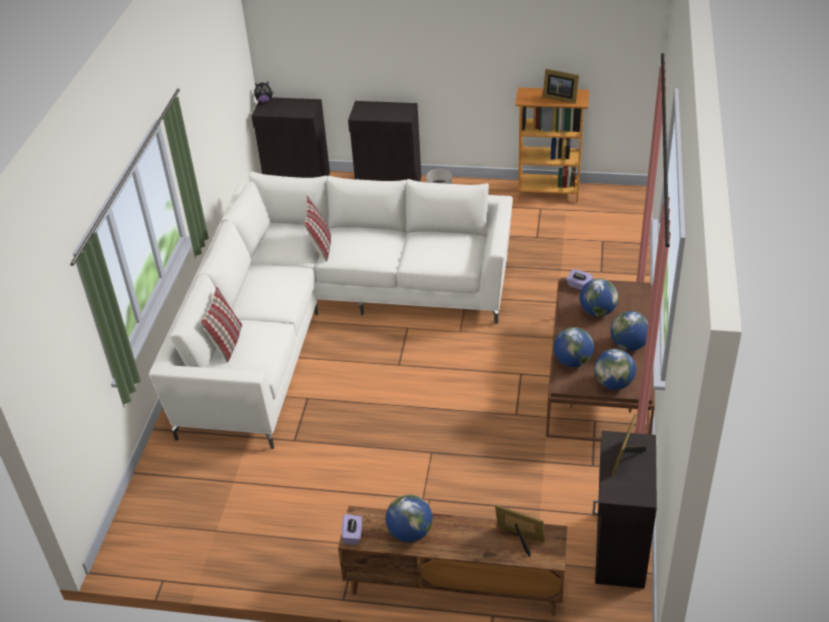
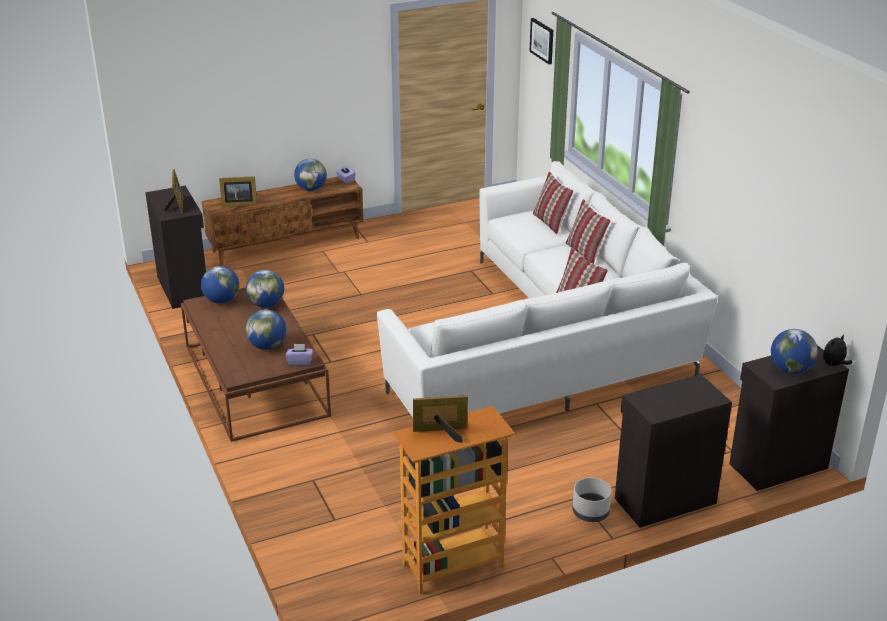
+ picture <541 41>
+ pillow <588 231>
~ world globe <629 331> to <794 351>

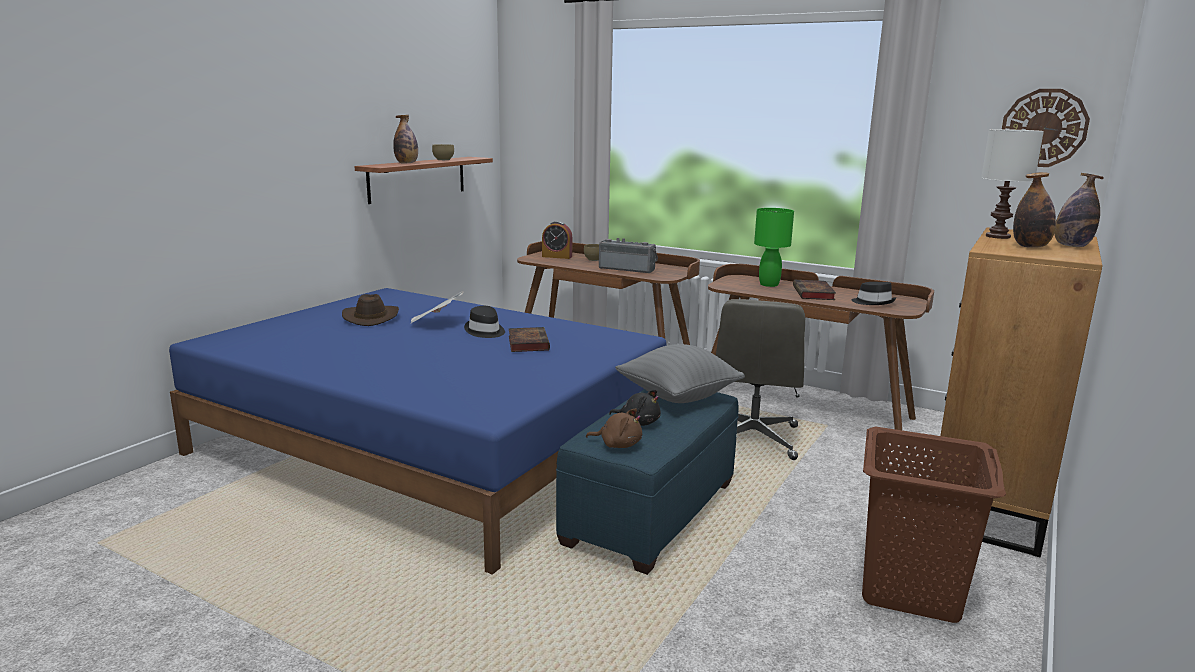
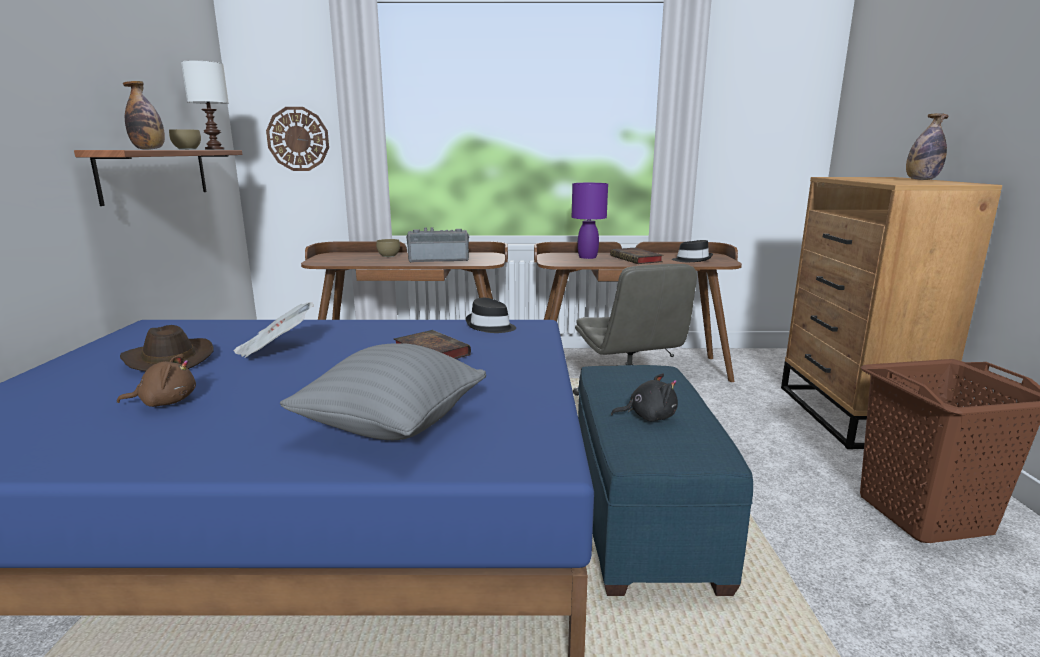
~ brown soft toy <614 428> to <156 380>
~ white-coloured tabletop lamp <1012 184> to <205 105>
~ wall clock <1046 128> to <297 139>
~ grey pillow <680 373> to <383 391>
~ blackish clothing hat <484 322> to <491 315>
~ green-coloured tabletop lamp <774 247> to purplish tabletop lamp <590 221>
- bedside clock <557 240>
- bottle <1034 210>

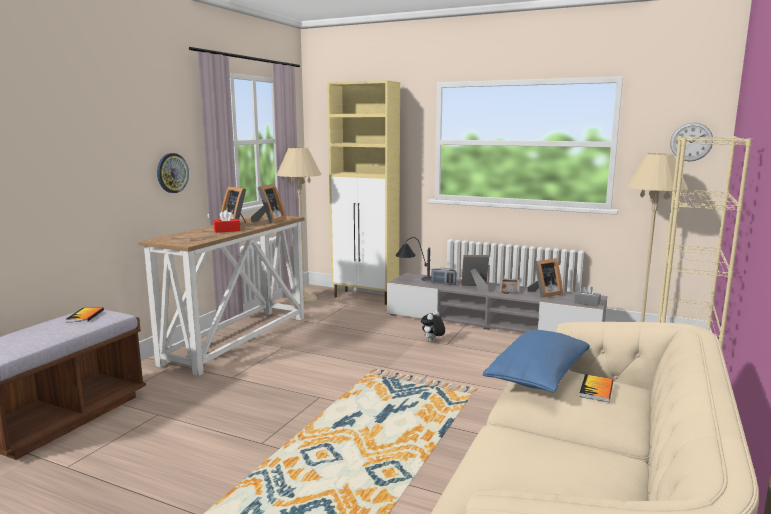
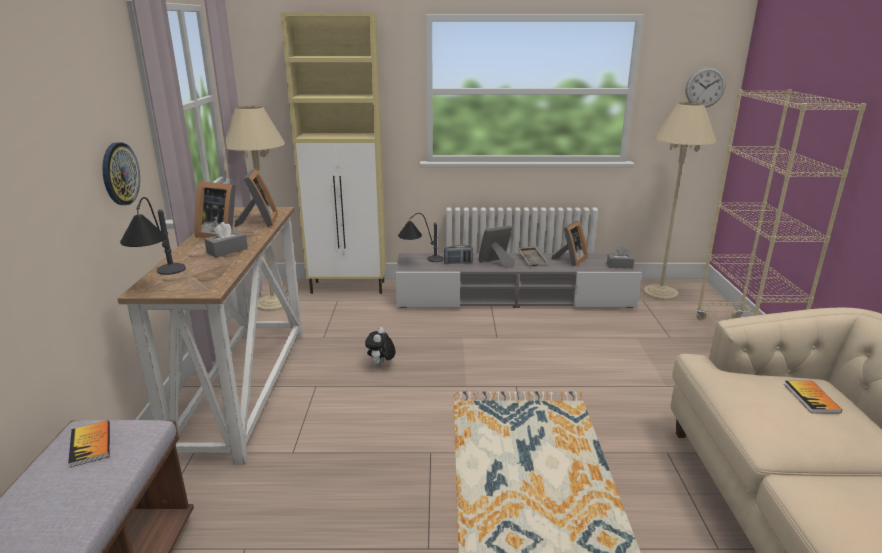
+ tabletop lamp <153 236>
~ red box of tissues <227 221> to grey box of tissues <226 240>
~ soft toy <433 326> to <380 347>
- blue-coloured pillow <536 361>

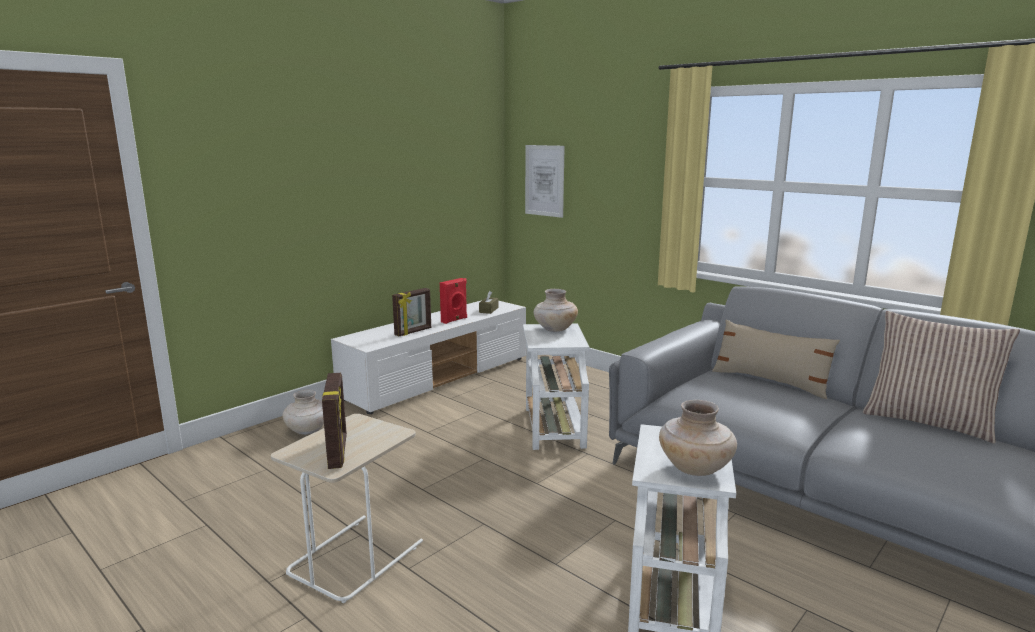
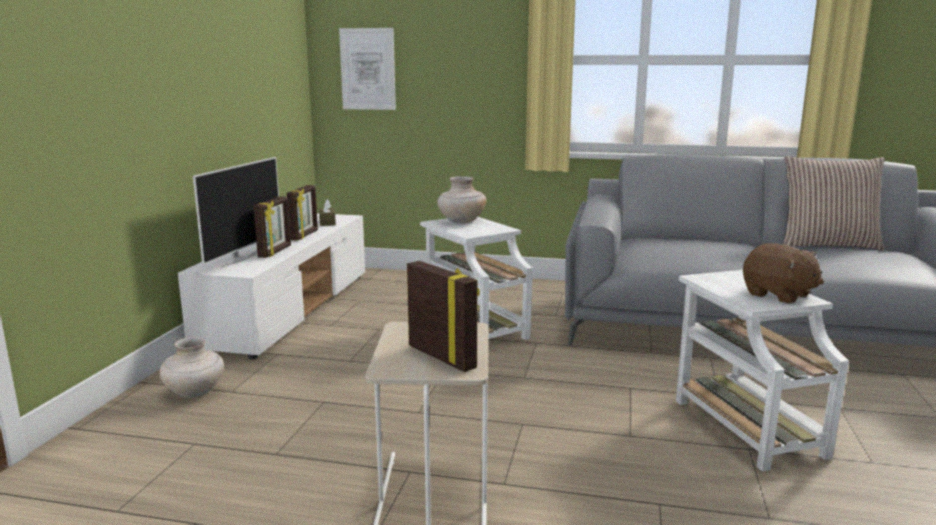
+ TV set <236 212>
~ red audio speaker <453 301> to photo frame <302 213>
~ beige decorative vase <698 438> to brown soft toy <783 273>
- beige pillow <776 359>

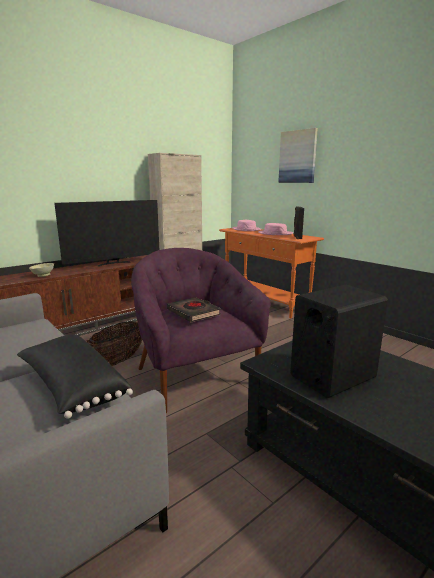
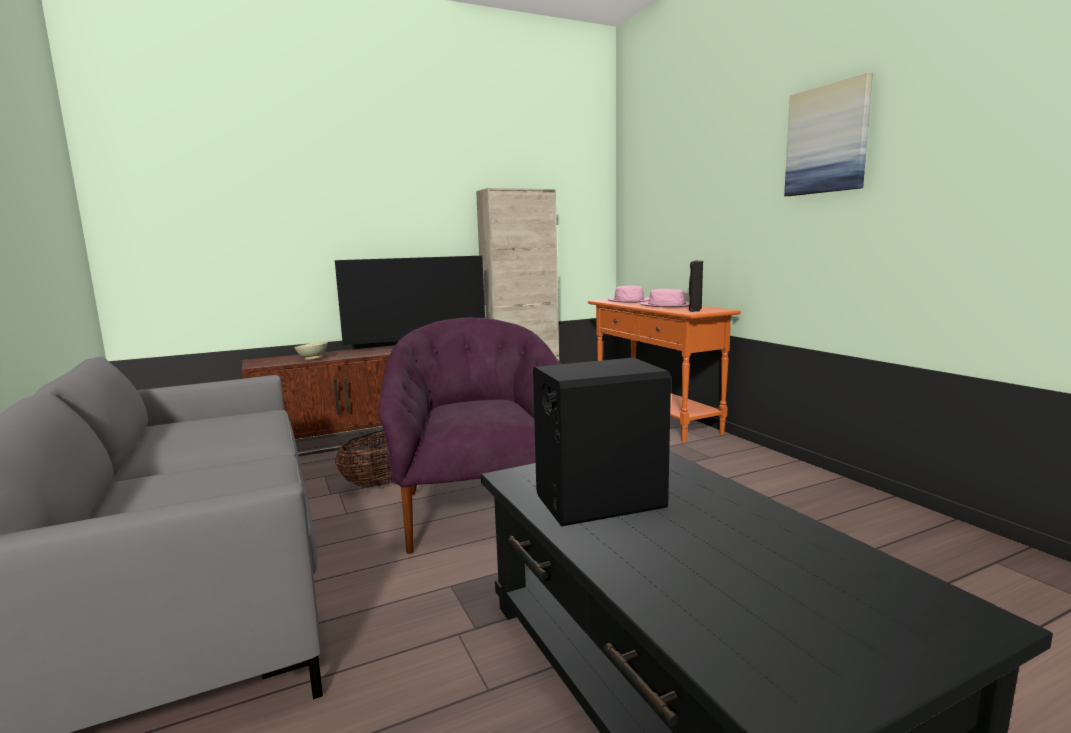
~ picture <298 155> to <828 134>
- blackish pillow <75 376>
- blackish book <194 309>

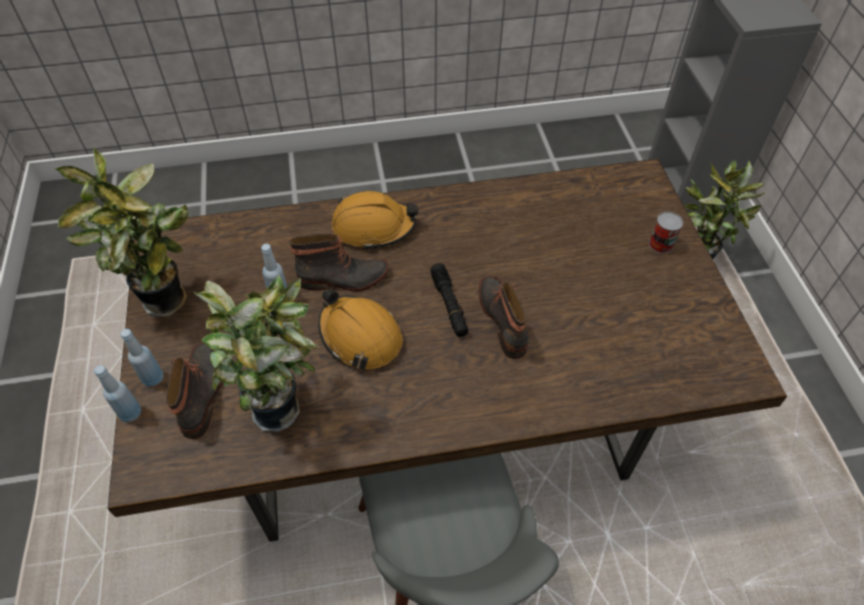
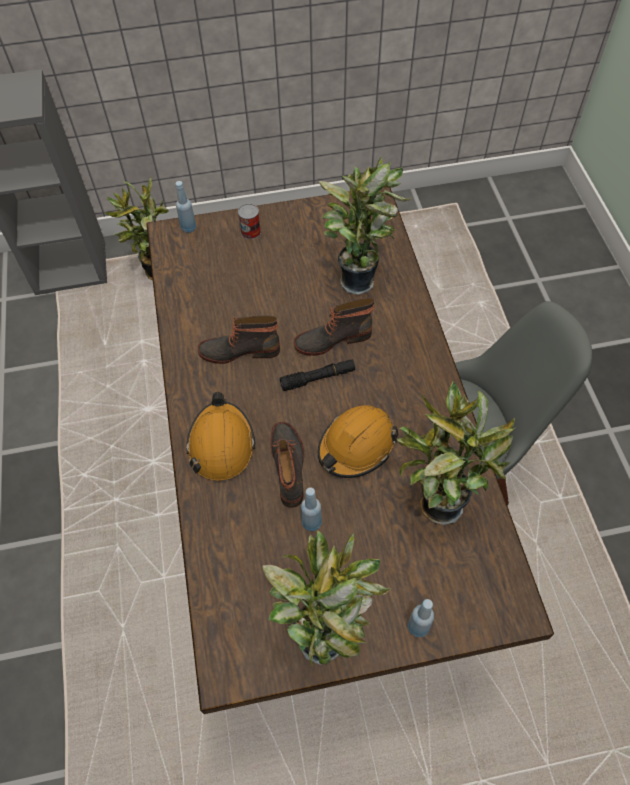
~ blue-coloured bottle <117 393> to <185 207>
~ high-top boot <194 390> to <239 339>
+ potted plant <365 226>

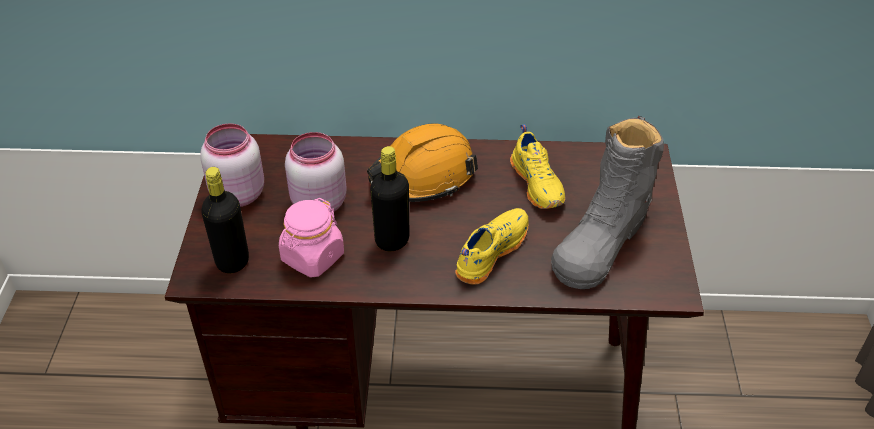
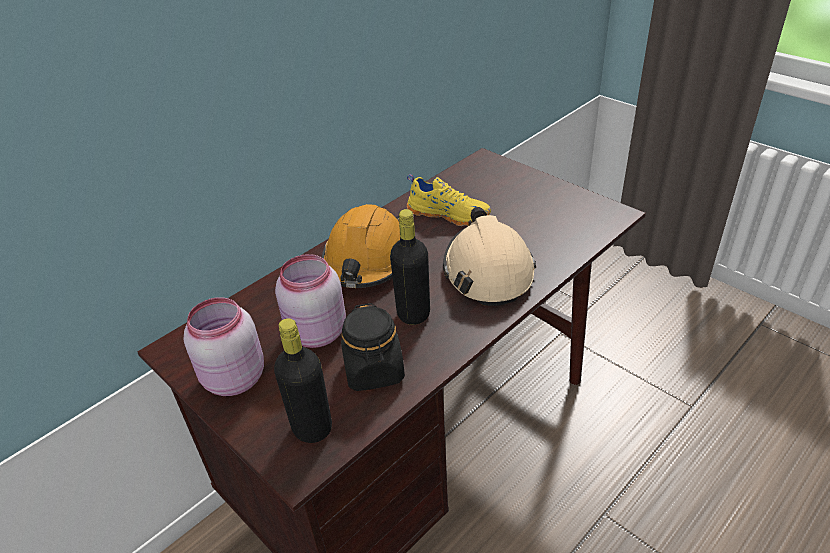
~ pinkish jar <311 237> to blackish jar <373 347>
~ yellow-coloured item of footwear <492 246> to beige work helmet <489 256>
- grey high-top boot <607 202>

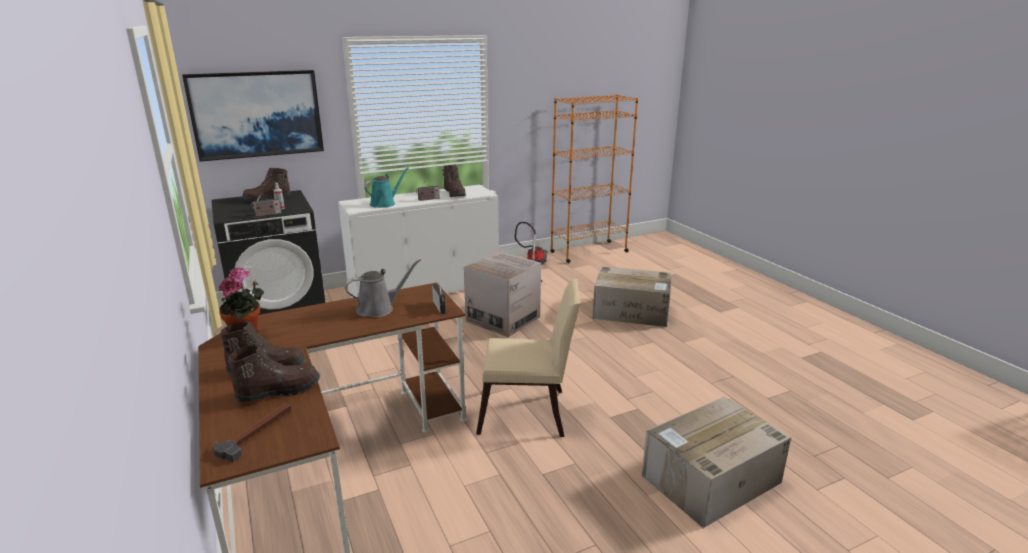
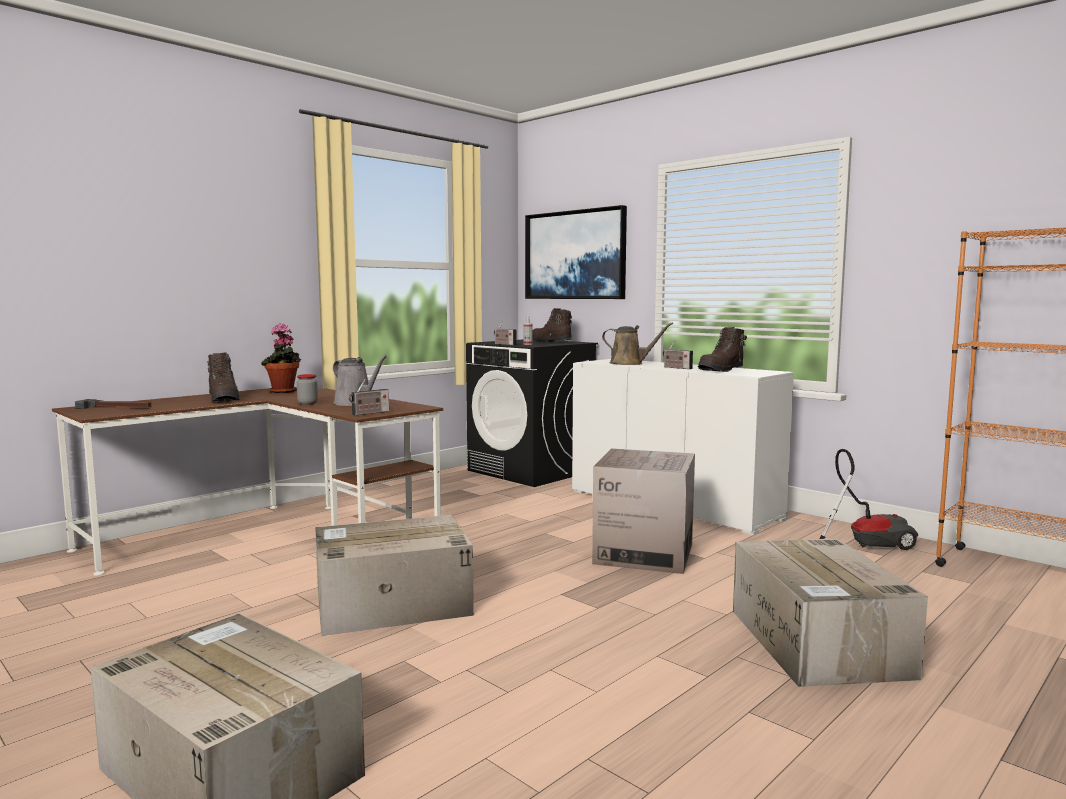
+ jar <307 389>
~ beige plain chair <528 358> to cardboard box <394 575>
~ blue-green watering can <386 187> to brown watering can <637 343>
- brown high-top boot <273 372>

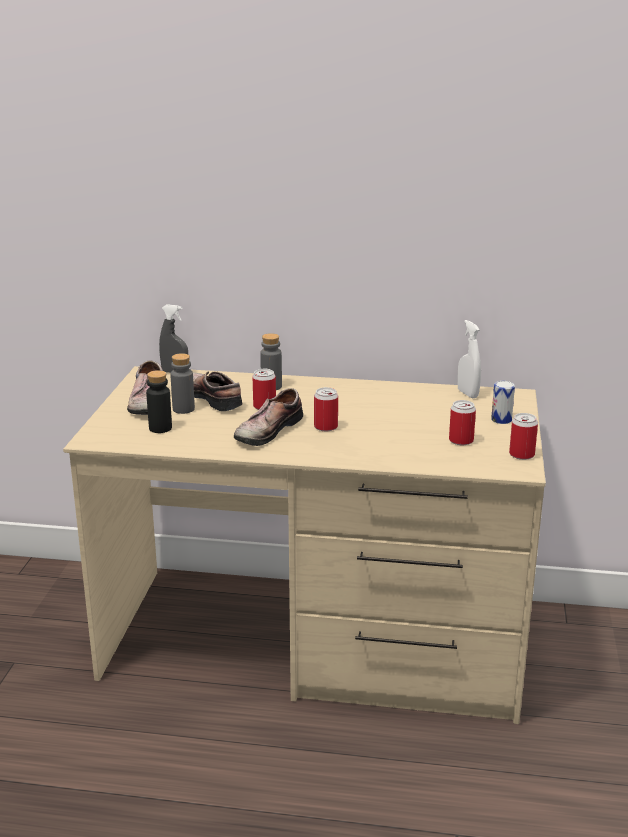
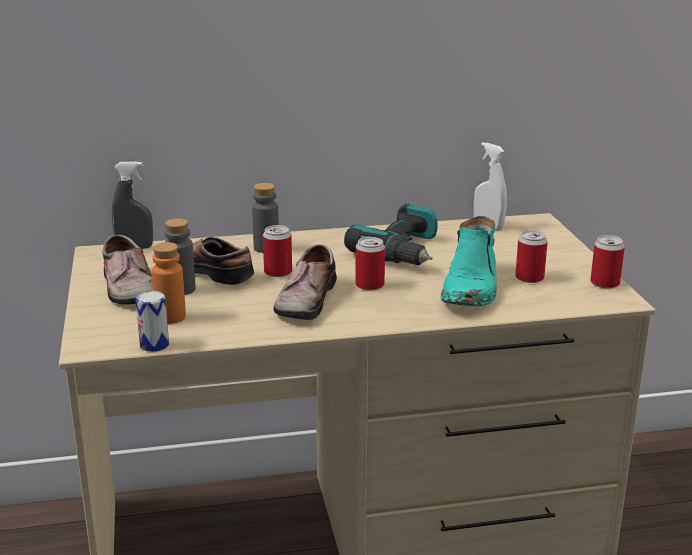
~ can <503 402> to <152 321>
~ blackish bottle <159 401> to orange-coloured bottle <169 283>
+ drill <391 234>
+ blue-green high-top boot <468 261>

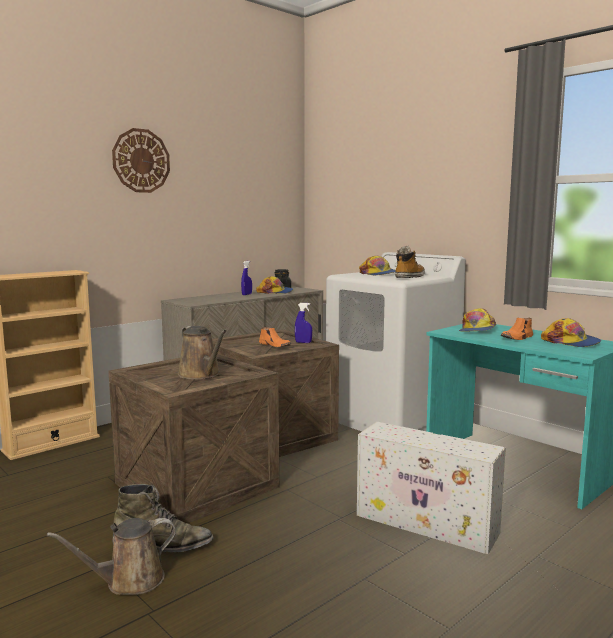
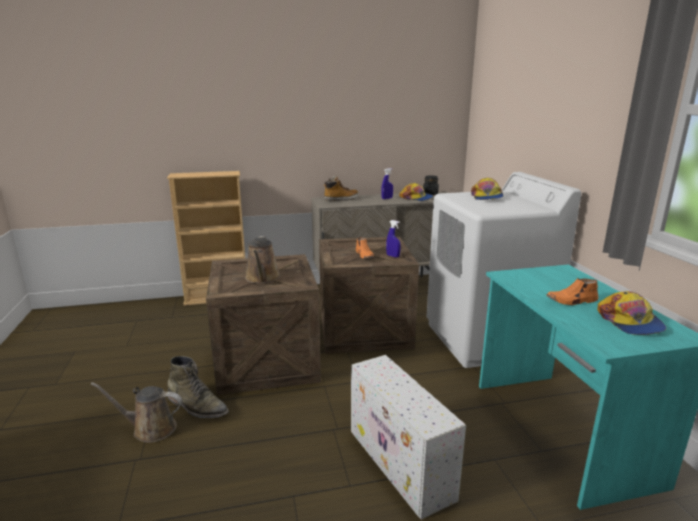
~ high-top boot <410 262> to <341 188>
- wall clock <141 160>
- cap <477 320>

